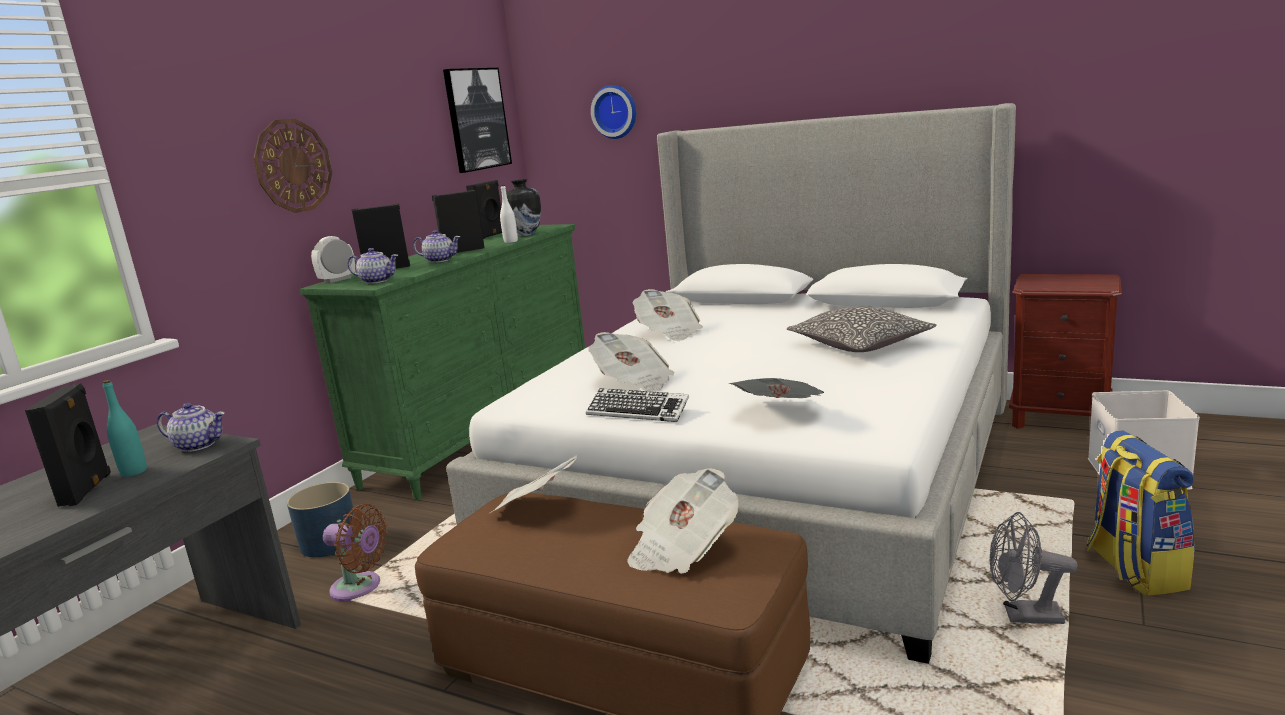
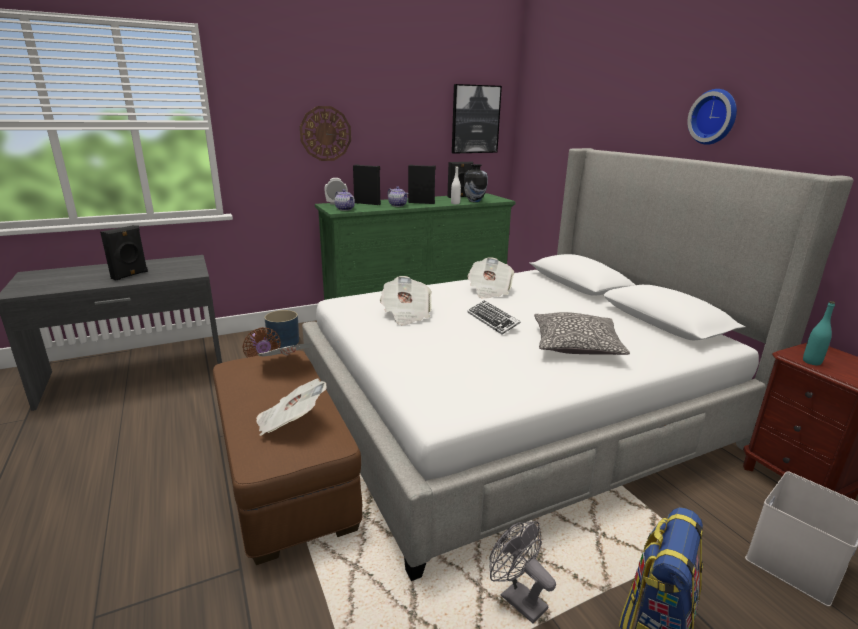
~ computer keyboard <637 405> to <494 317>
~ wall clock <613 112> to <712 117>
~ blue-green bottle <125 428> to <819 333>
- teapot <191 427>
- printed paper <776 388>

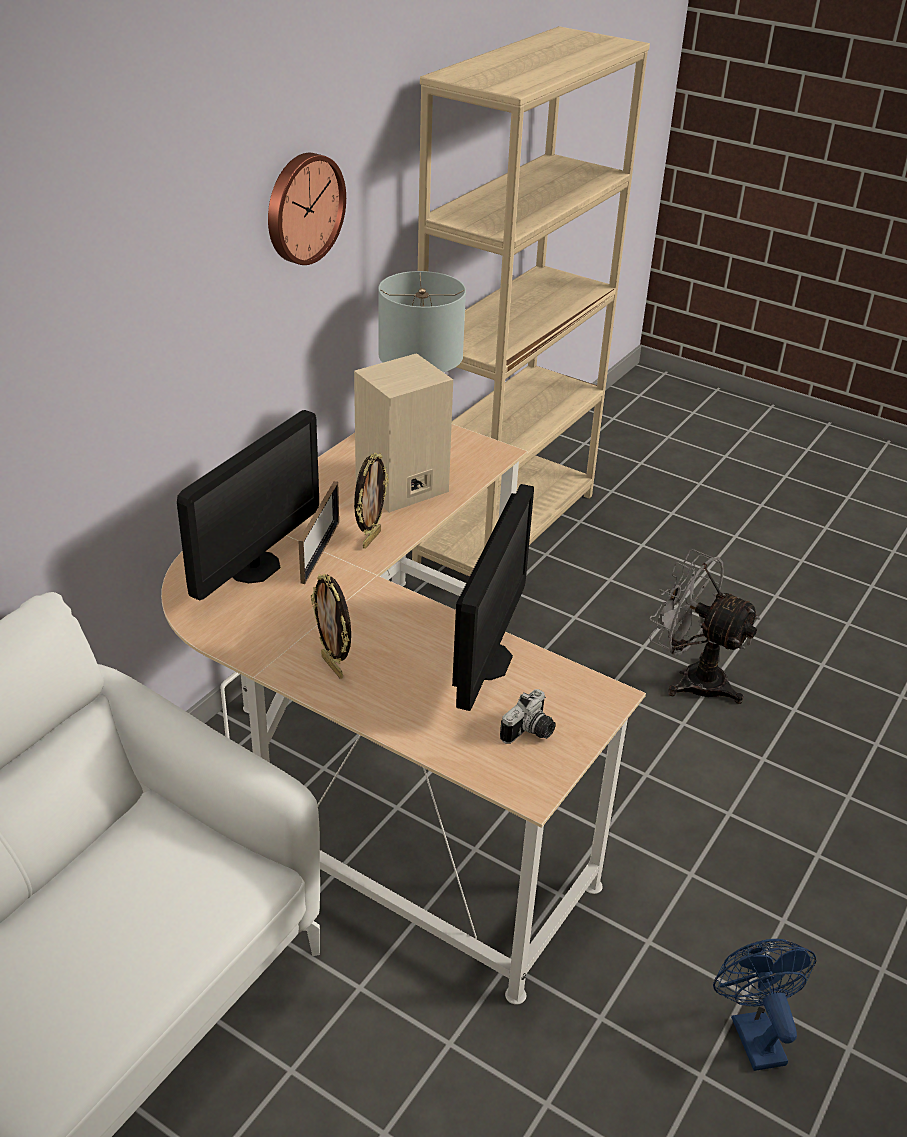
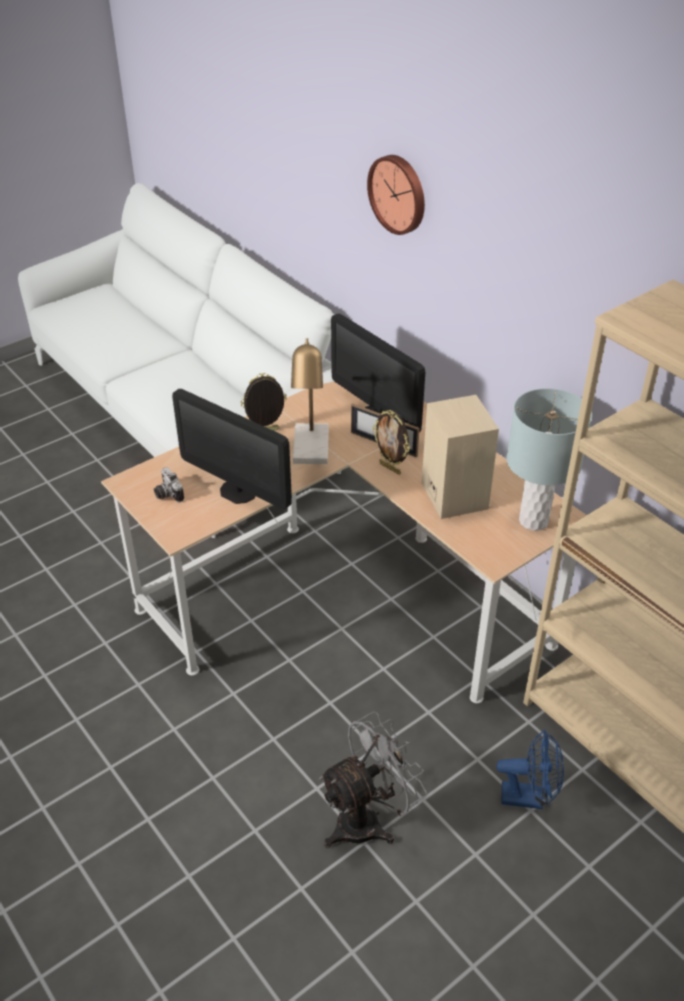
+ tabletop lamp <310 401>
~ wall clock <307 209> to <396 195>
~ blue-coloured electric fan <764 1005> to <530 769>

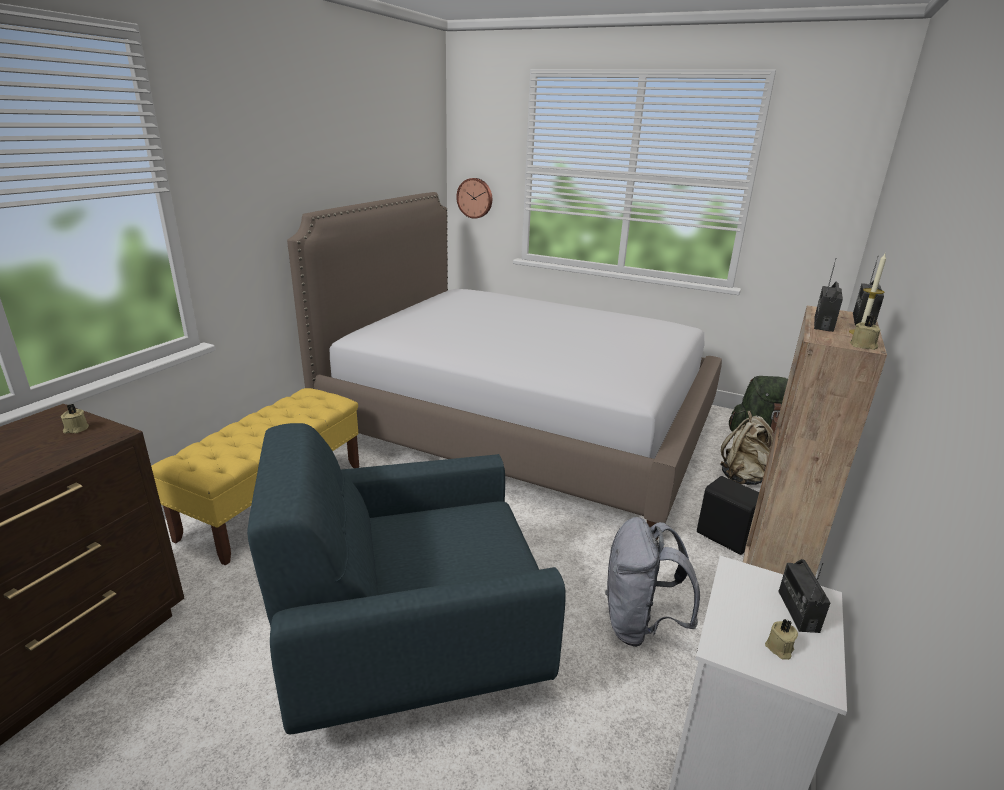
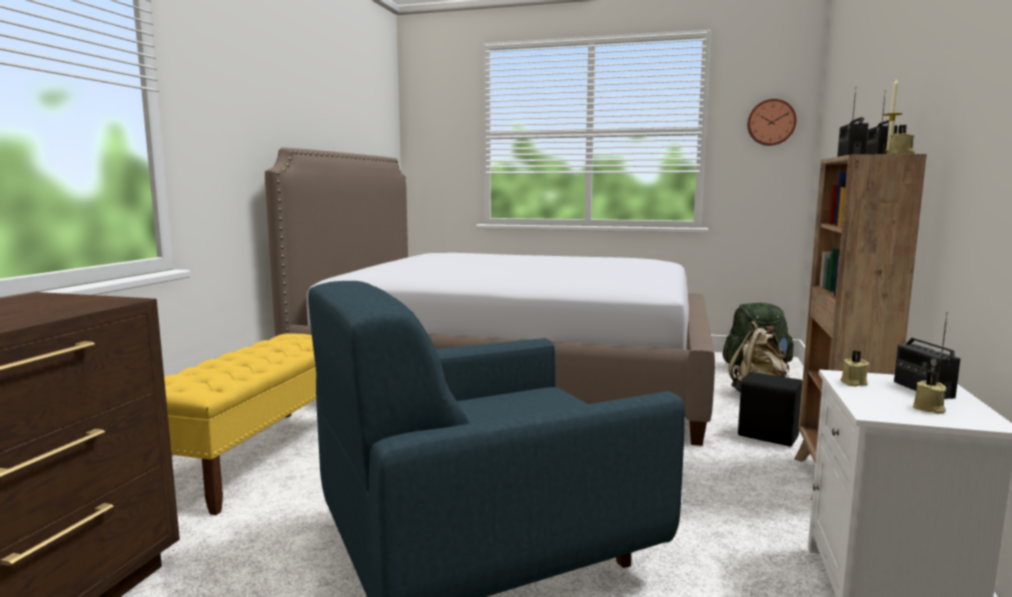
~ wall clock <474 198> to <772 122>
~ beige candle <75 419> to <855 369>
- grey backpack <652 582>

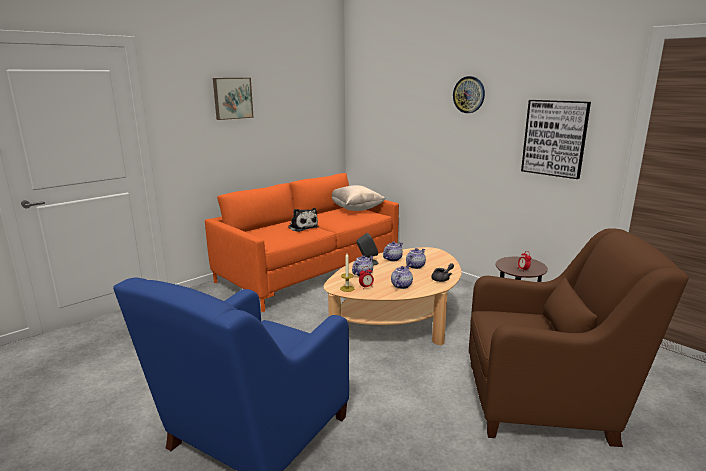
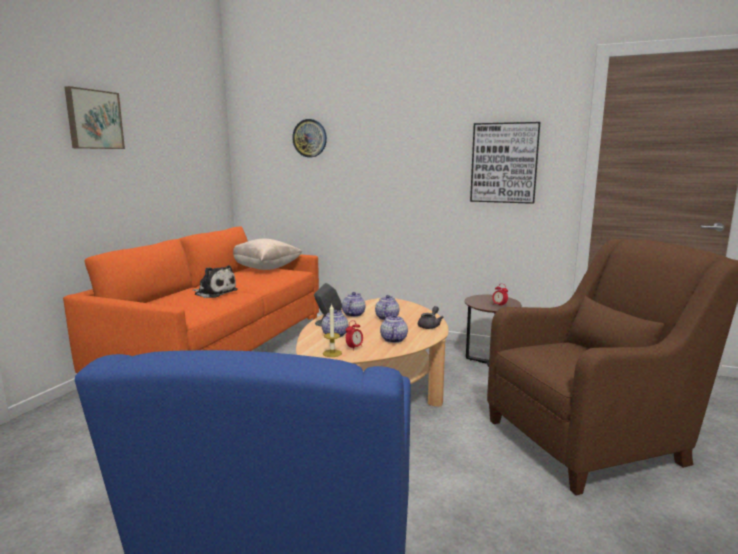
~ wall clock <469 94> to <309 138>

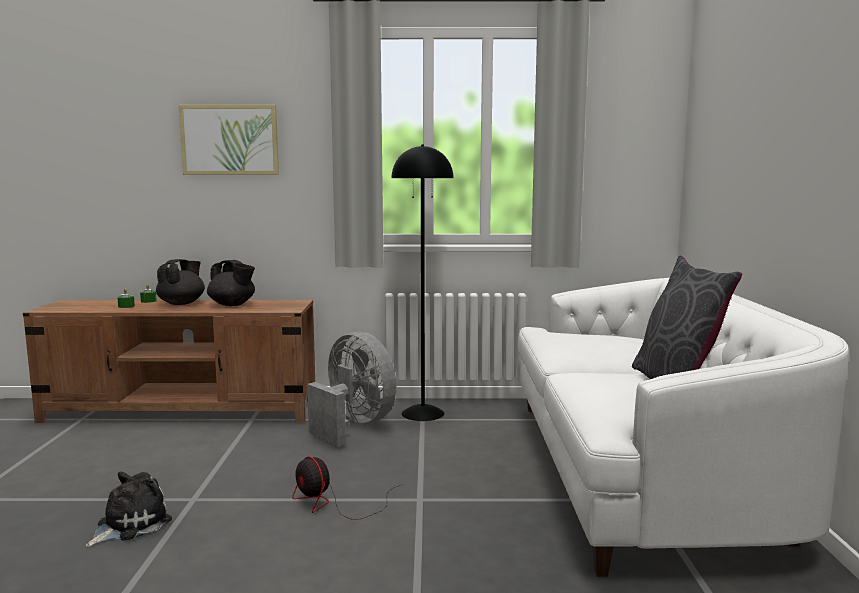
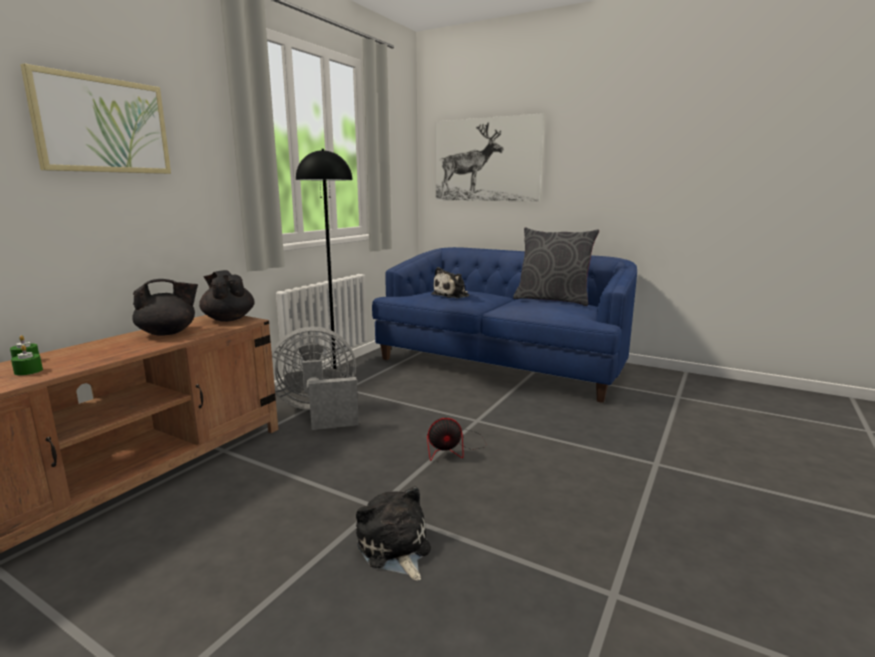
~ blackish teapot <180 282> to <227 296>
~ white-coloured couch <683 427> to blue-coloured couch <504 325>
+ soft toy <450 282>
+ picture <490 157>

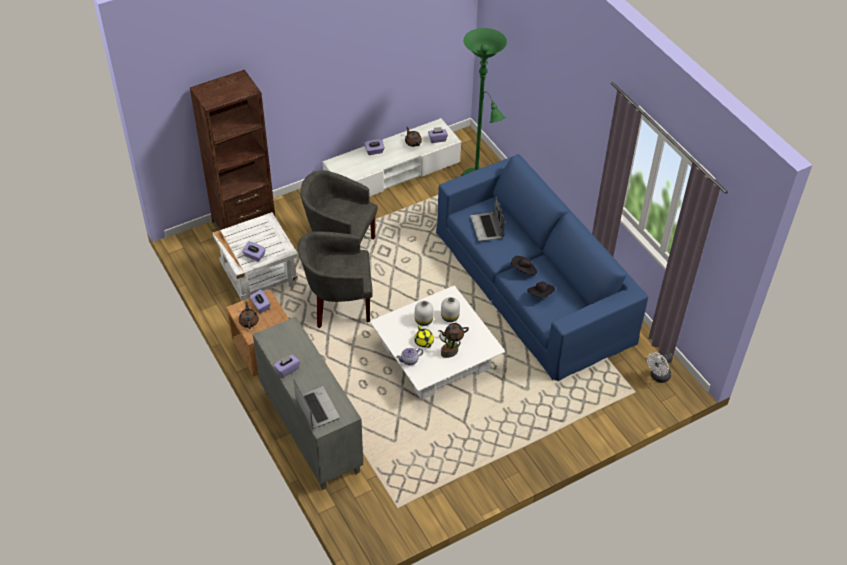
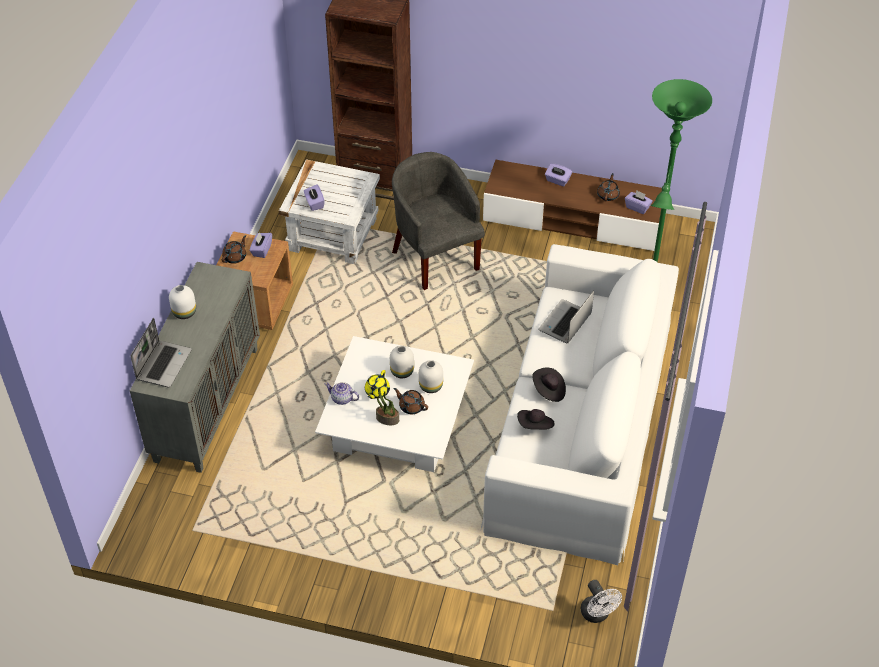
~ purplish box of tissues <286 365> to white-coloured decorative vase <182 302>
~ blue-coloured couch <542 268> to white-coloured couch <580 404>
~ white-coloured media console <392 157> to brown media console <572 205>
~ white-coloured electric fan <660 367> = <601 601> 120 degrees counterclockwise
- grey armchair <335 279>

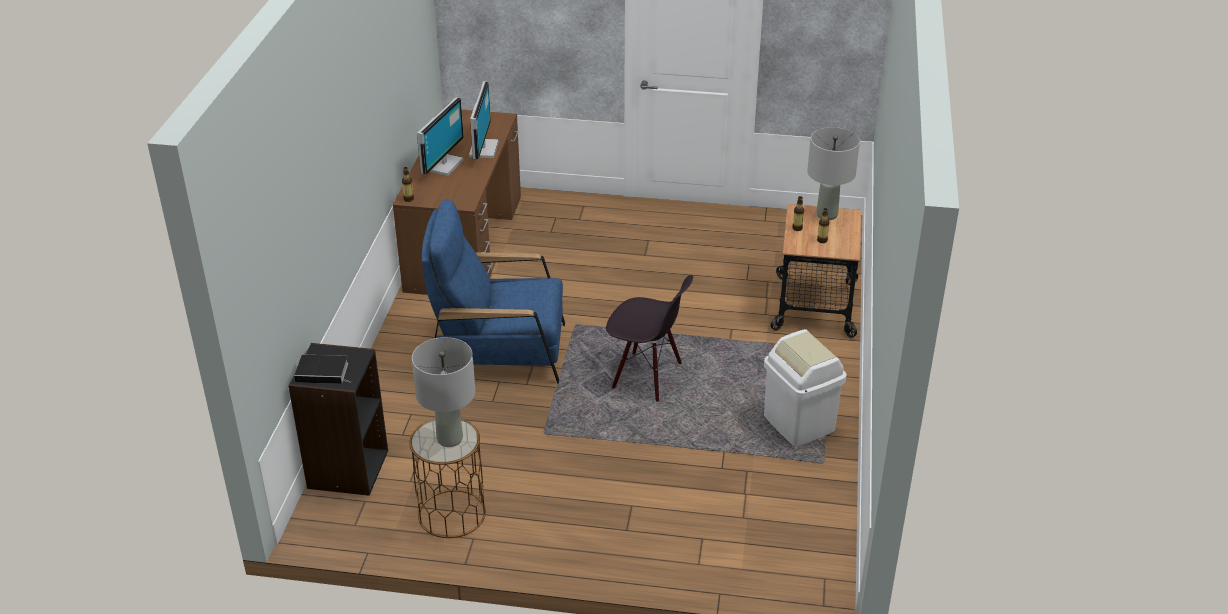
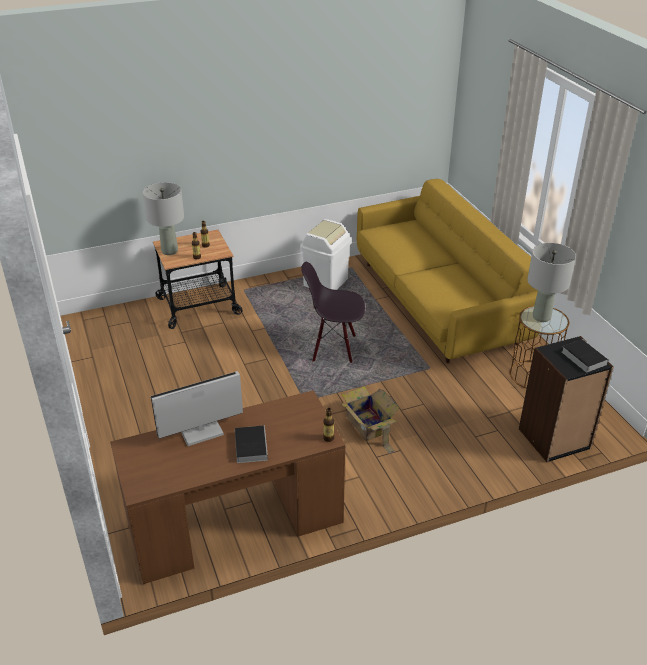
~ computer screen <440 136> to book <251 444>
~ blackish plain chair <649 338> = <333 312> 75 degrees counterclockwise
~ blue-coloured armchair <493 291> to cardboard box <370 420>
+ yellow-coloured couch <447 271>

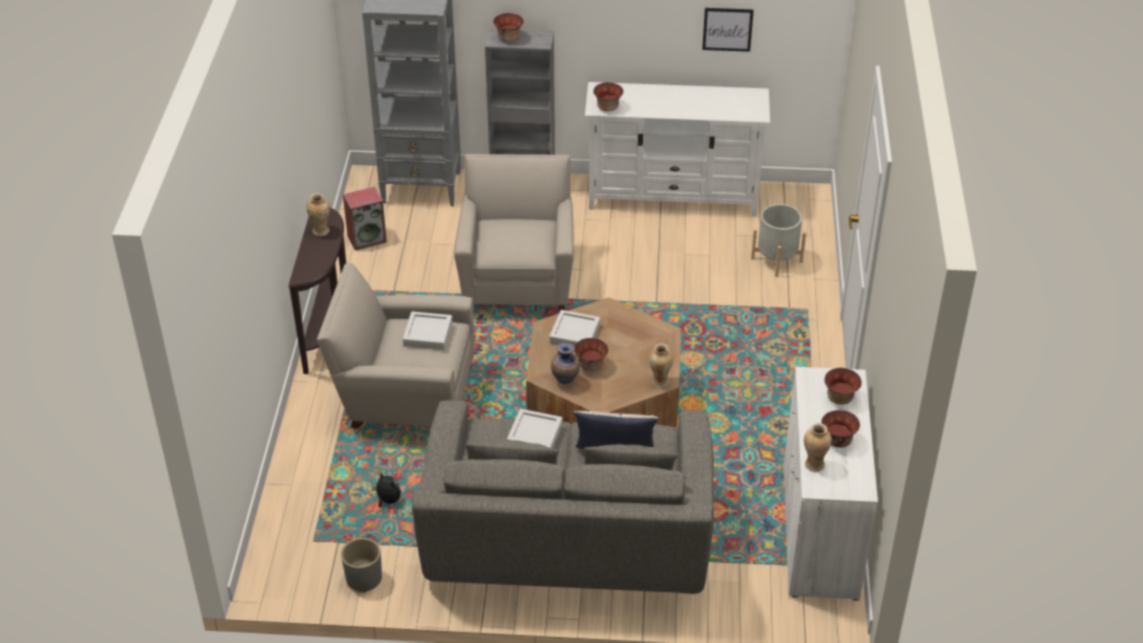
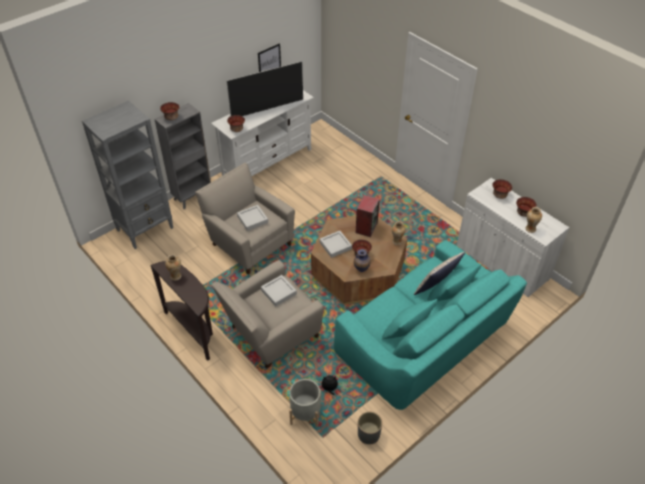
+ TV set <265 88>
~ grey tray <535 428> to <252 218>
~ grey plant pot <778 240> to <305 403>
~ grey couch <563 497> to blue-green couch <430 325>
~ audio speaker <365 219> to <368 216>

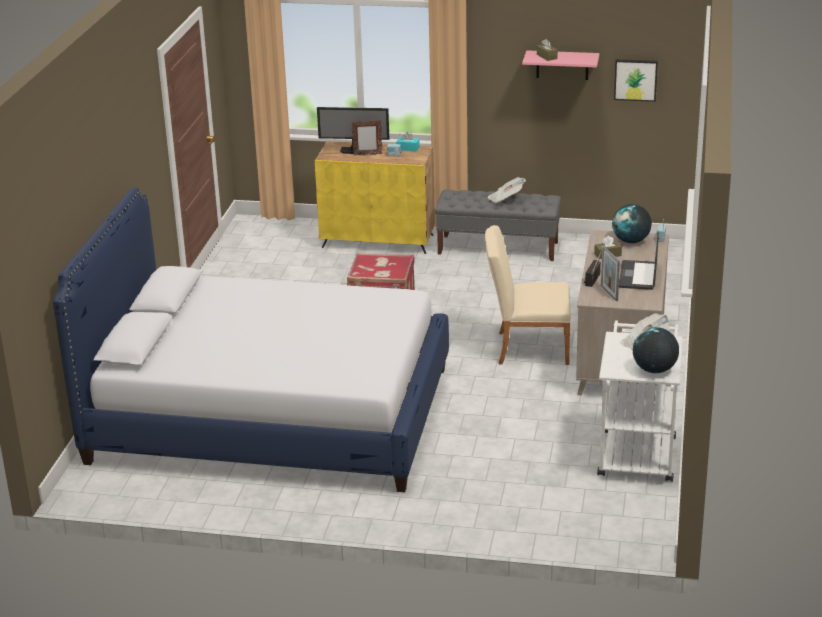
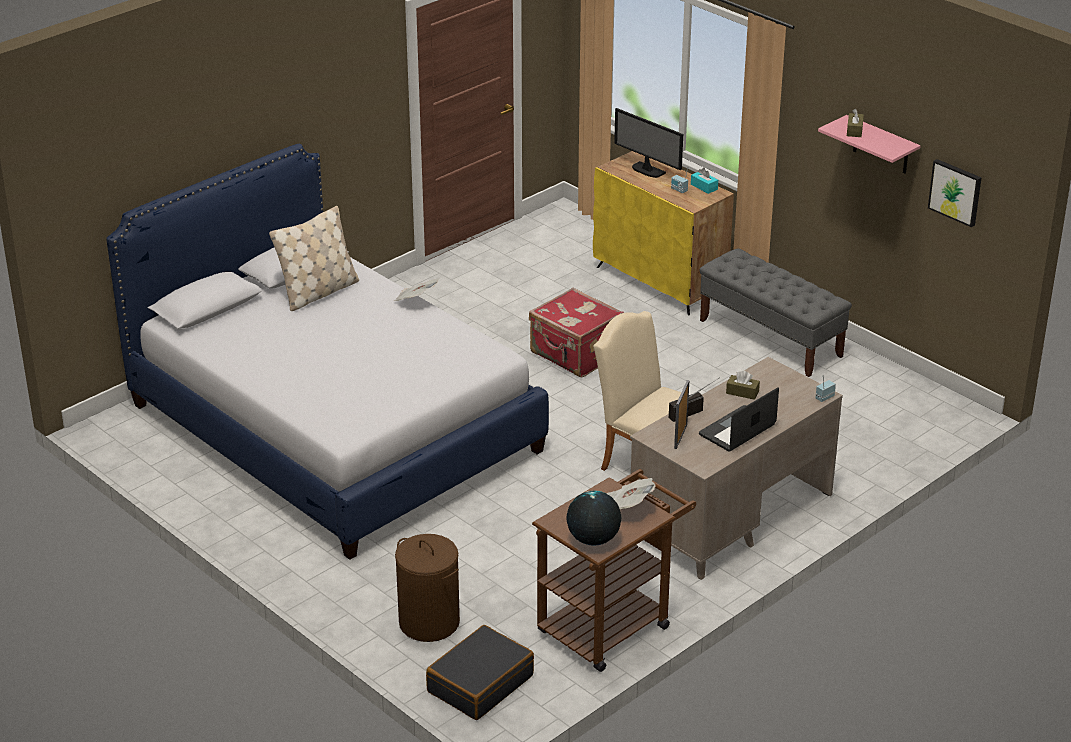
+ beige pillow <314 258>
~ printed paper <507 190> to <417 289>
+ brown laundry basket <427 588>
+ blackish suitcase <480 672>
~ white-coloured trolley <640 401> to brown trolley <614 570>
- photo frame <366 137>
- world globe <632 223>

